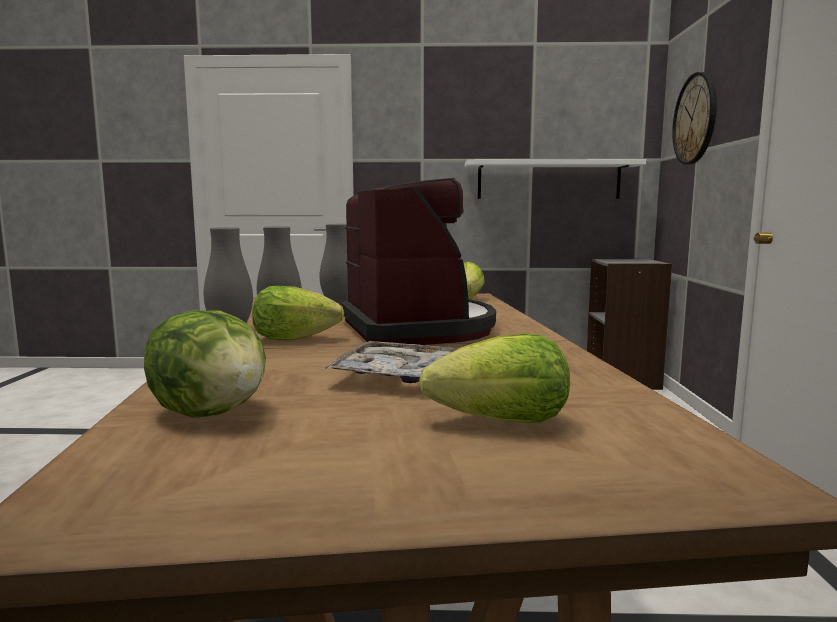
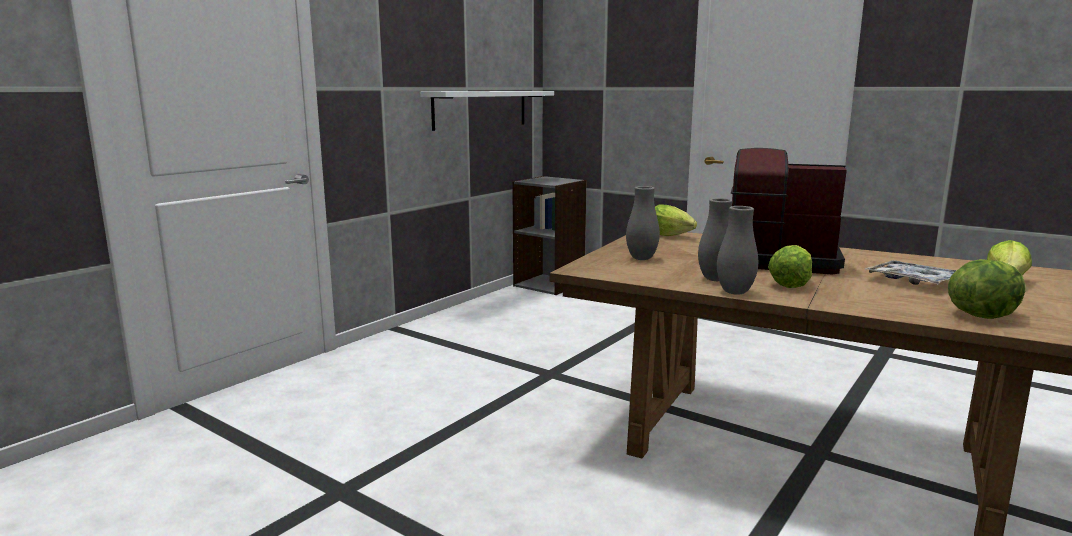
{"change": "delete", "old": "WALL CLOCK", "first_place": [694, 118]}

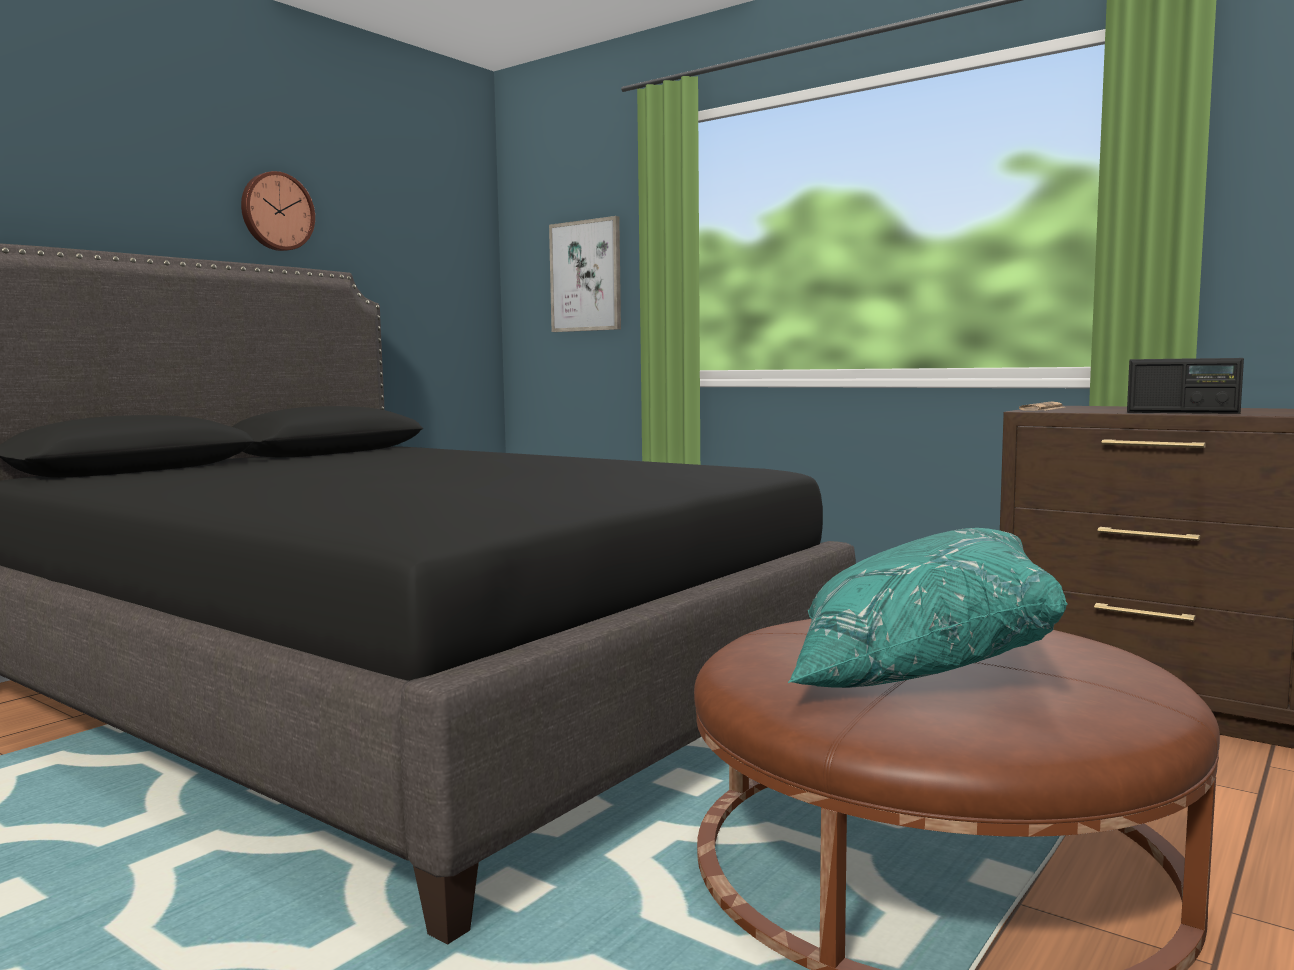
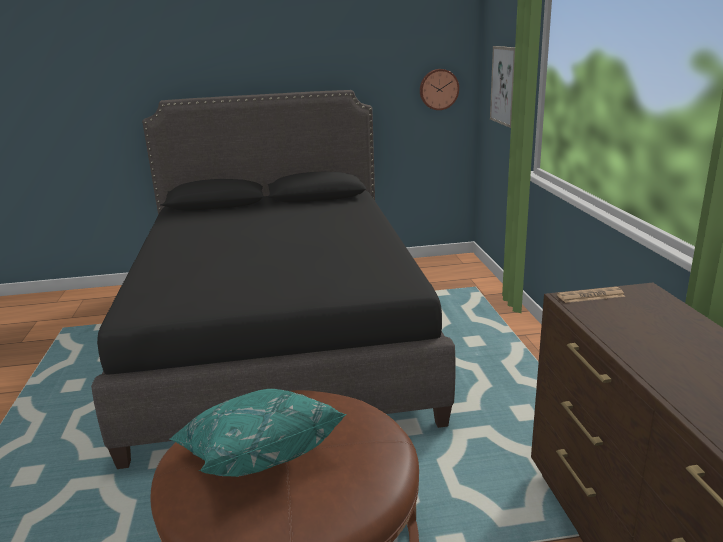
{"change": "move", "old": "WALL CLOCK", "first_place": [278, 211], "second_place": [439, 89]}
{"change": "delete", "old": "RADIO", "first_place": [1185, 386]}

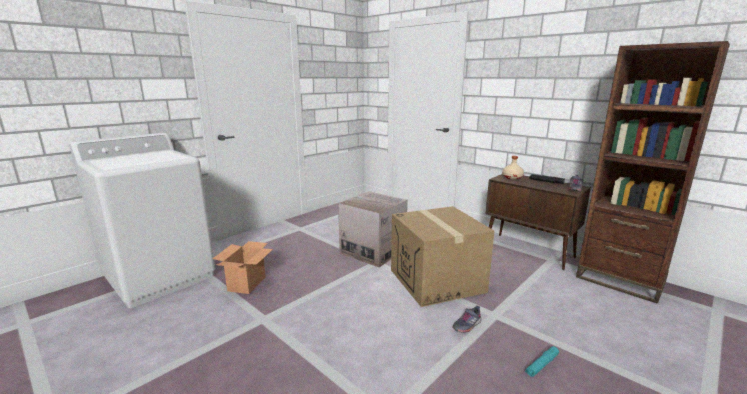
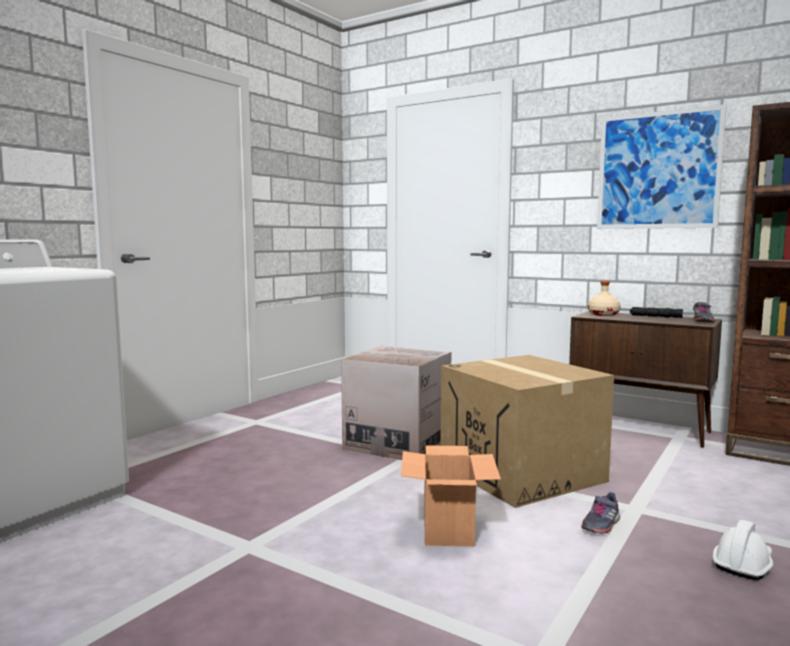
{"change": "move", "old": "CARDBOARD BOX", "first_place": [242, 267], "second_place": [451, 496]}
{"change": "replace", "old": "TURQUOISE FLASHLIGHT", "new": "WHITE HARD HAT", "first_place": [542, 361], "second_place": [743, 550]}
{"change": "insert", "new": "PICTURE", "second_place": [662, 166]}

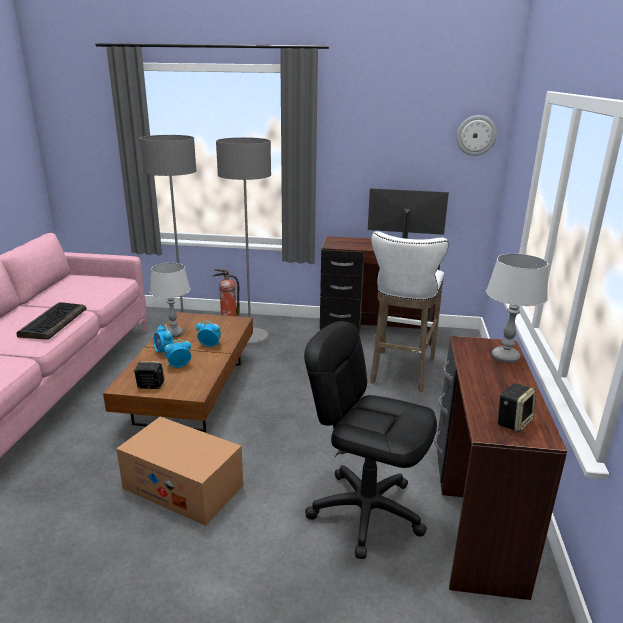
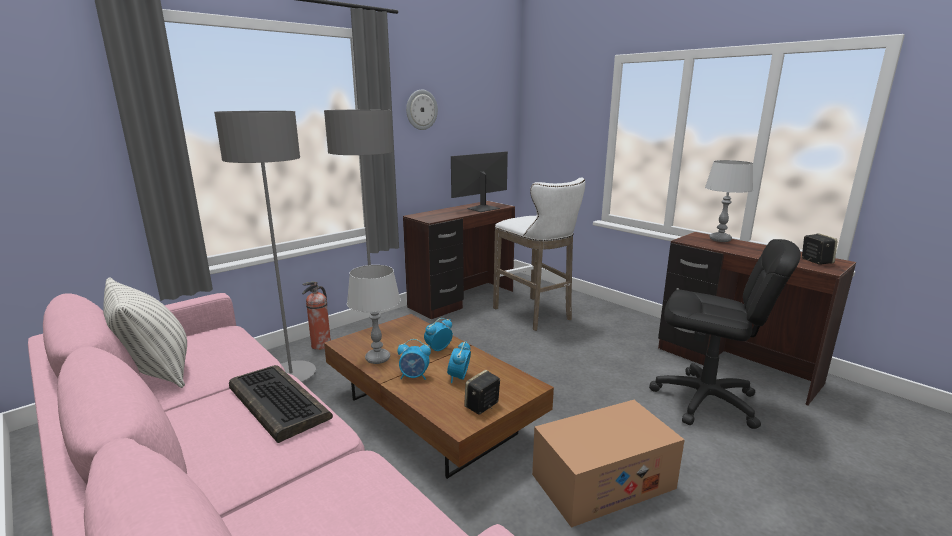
{"change": "rotate", "old": "BLACK OFFICE CHAIR", "first_place": [370, 440], "second_place": [725, 334], "degrees": -135}
{"change": "move", "old": "WALL CLOCK", "first_place": [476, 135], "second_place": [422, 110]}
{"change": "insert", "new": "PILLOW", "second_place": [145, 332]}

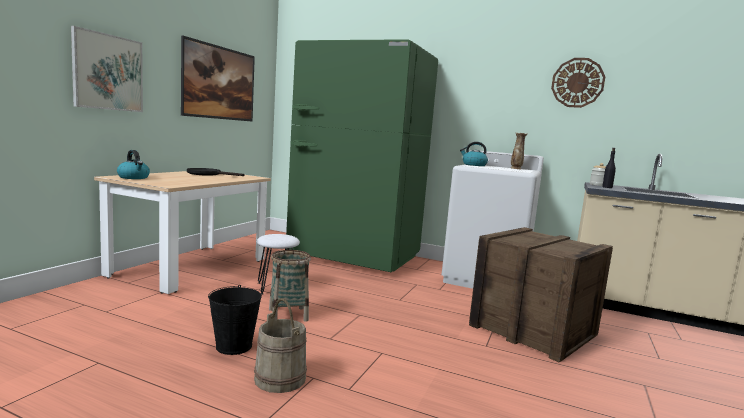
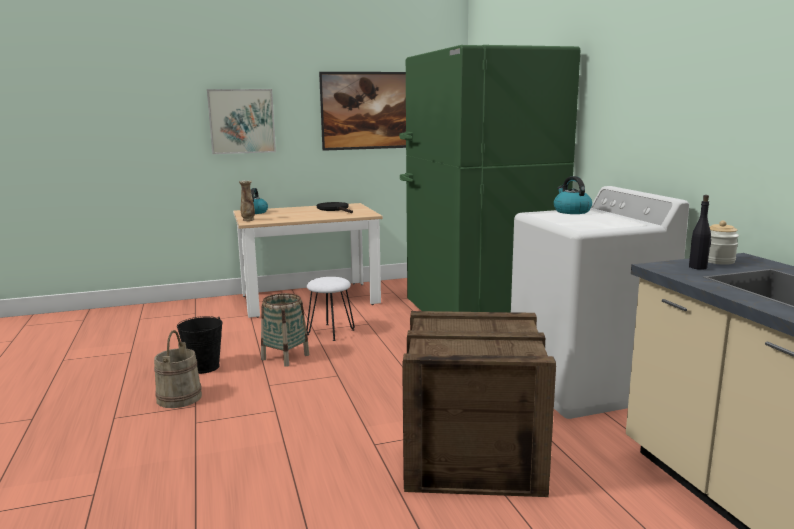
{"change": "move", "old": "VASE", "first_place": [519, 150], "second_place": [247, 200]}
{"change": "delete", "old": "WALL CLOCK", "first_place": [578, 83]}

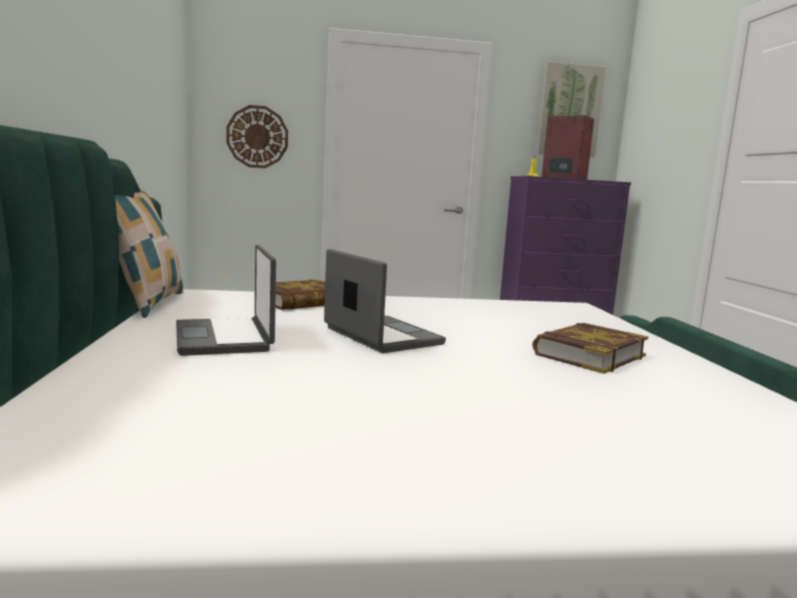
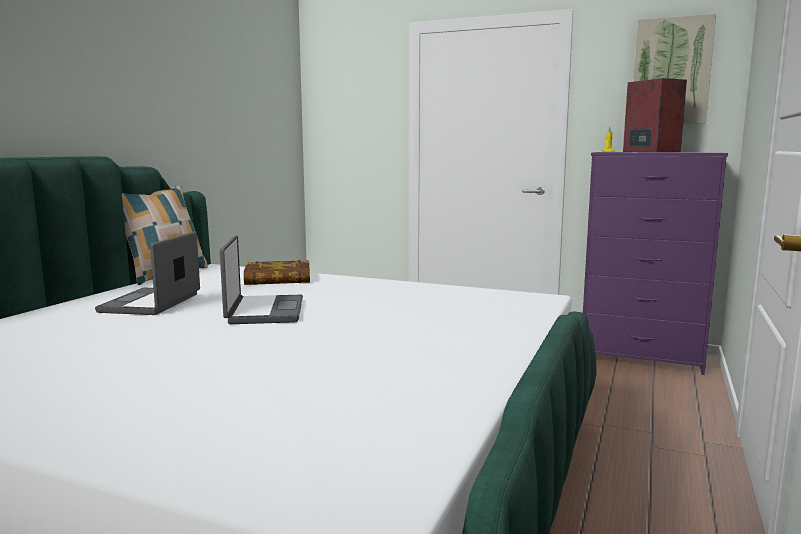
{"change": "delete", "old": "WALL CLOCK", "first_place": [257, 136]}
{"change": "delete", "old": "BOOK", "first_place": [590, 348]}

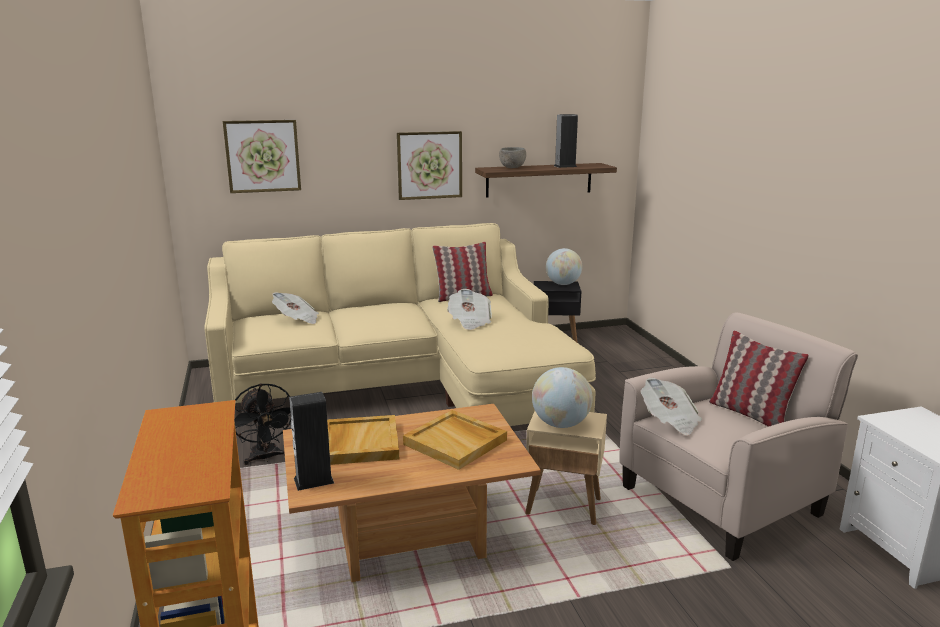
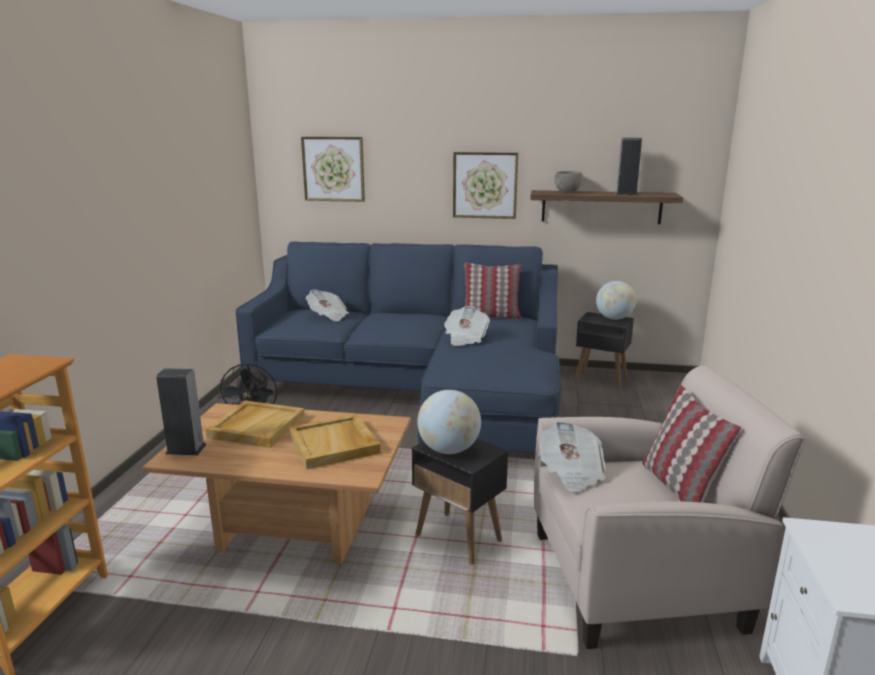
{"change": "recolor", "old": "BEIGE SOFA", "new": "BLUE SOFA", "first_place": [400, 324], "second_place": [398, 347]}
{"change": "recolor", "old": "BEIGE SIDE TABLE", "new": "BLACK SIDE TABLE", "first_place": [566, 468], "second_place": [460, 502]}

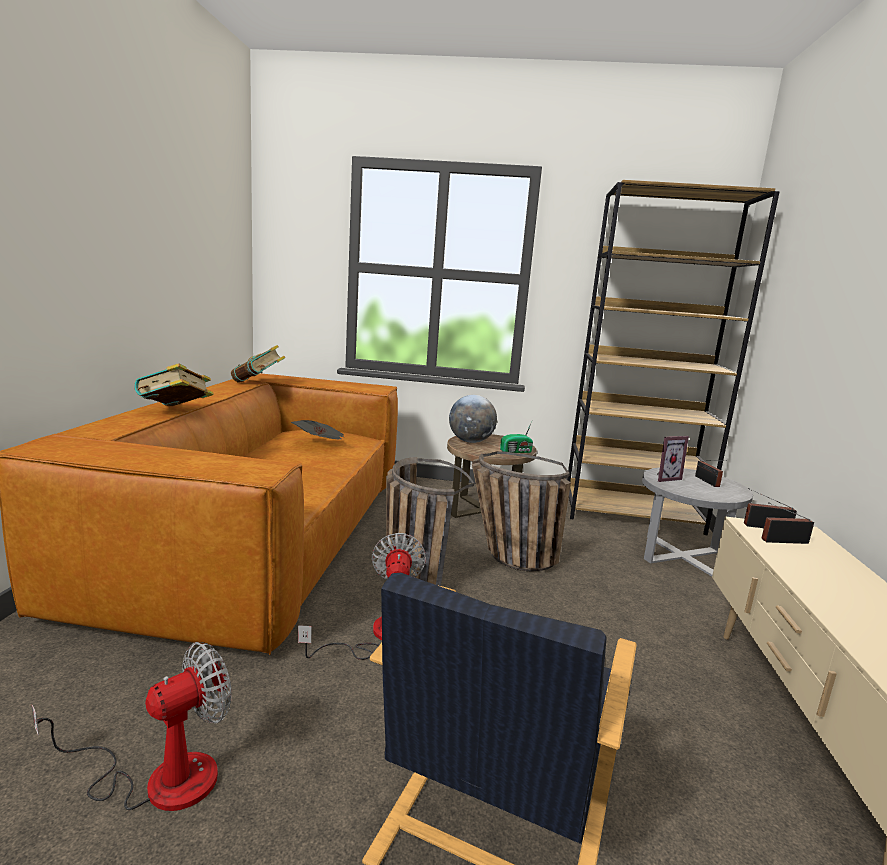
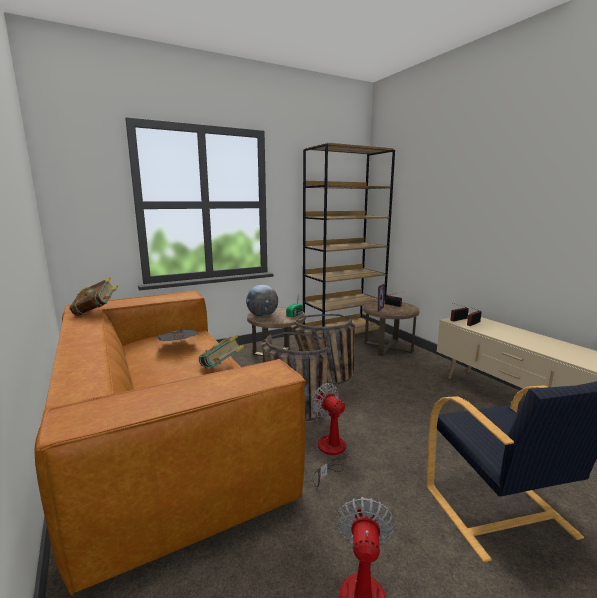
{"change": "move", "old": "BOOK", "first_place": [174, 384], "second_place": [222, 351]}
{"change": "recolor", "old": "GREY SIDE TABLE", "new": "BROWN SIDE TABLE", "first_place": [697, 522], "second_place": [391, 328]}

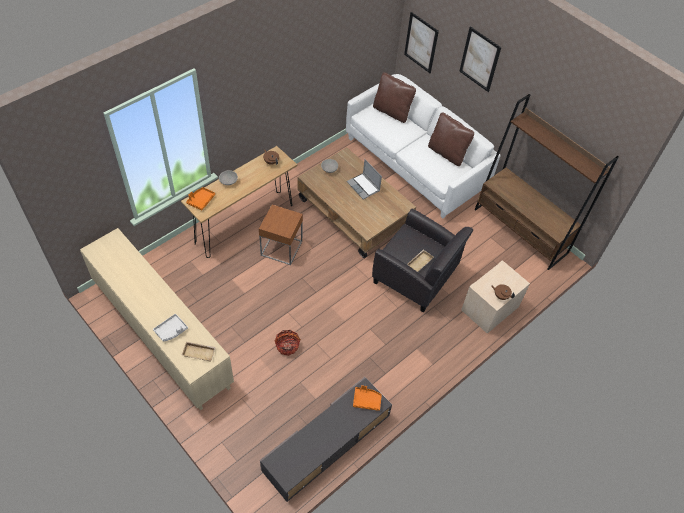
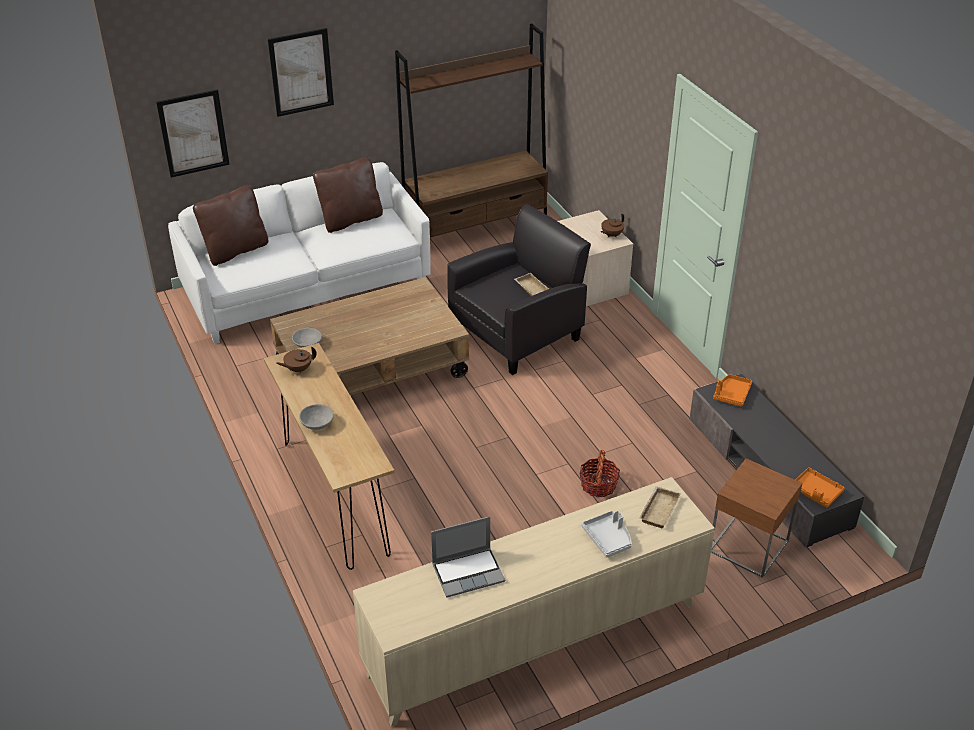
{"change": "move", "old": "ORANGE TRAY", "first_place": [200, 198], "second_place": [820, 487]}
{"change": "move", "old": "BROWN SIDE TABLE", "first_place": [281, 235], "second_place": [756, 518]}
{"change": "move", "old": "LAPTOP", "first_place": [364, 179], "second_place": [468, 557]}

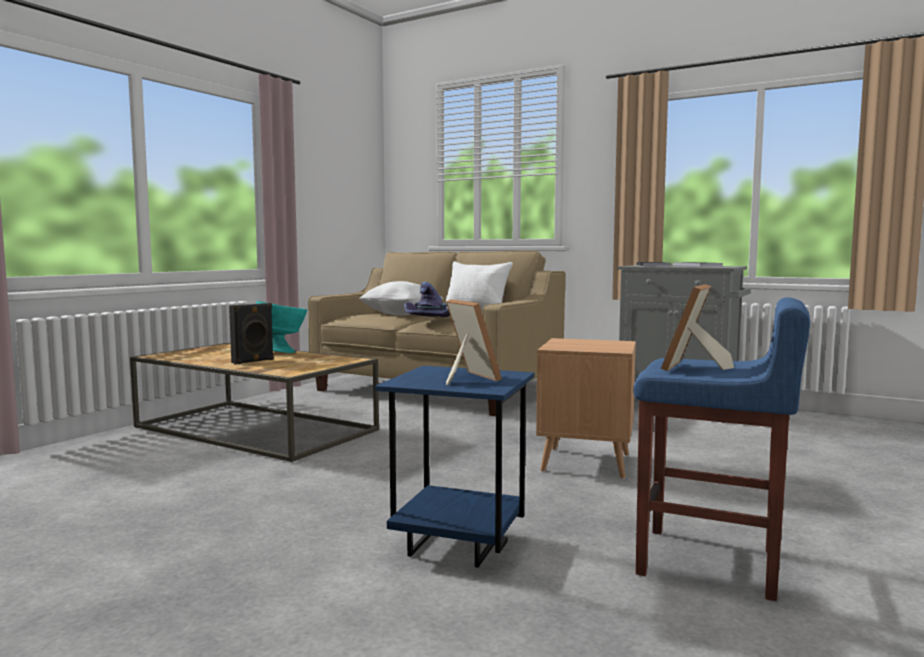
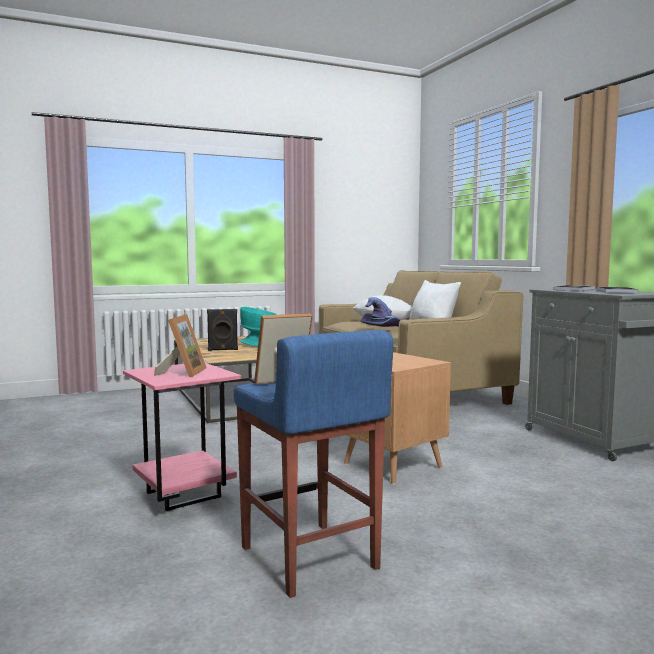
{"change": "recolor", "old": "BLUE SIDE TABLE", "new": "PINK SIDE TABLE", "first_place": [455, 467], "second_place": [182, 437]}

